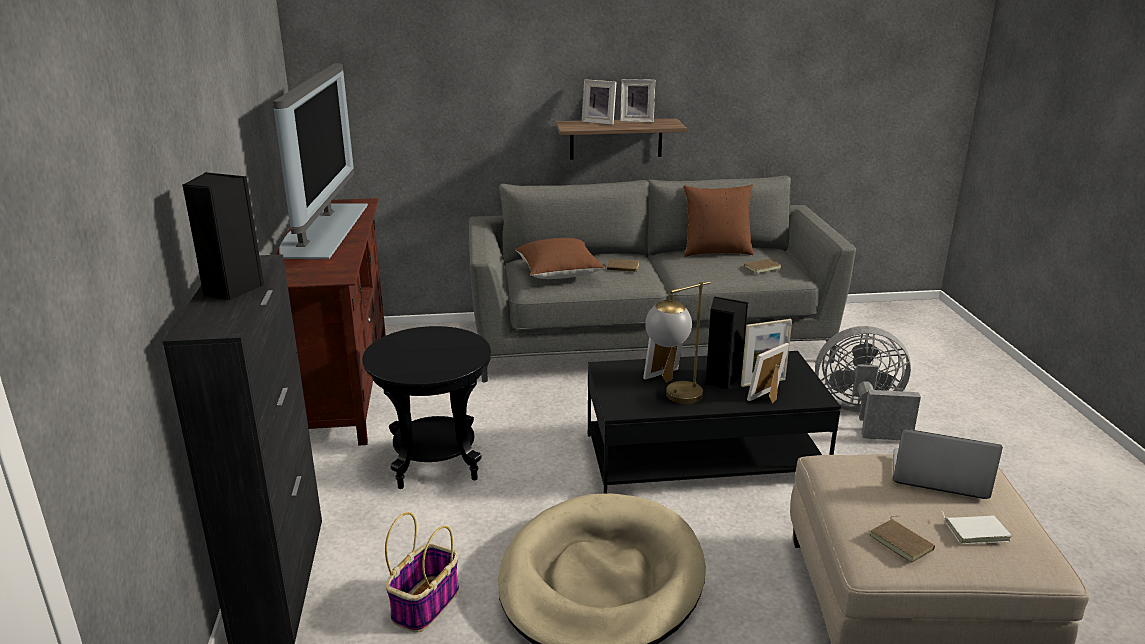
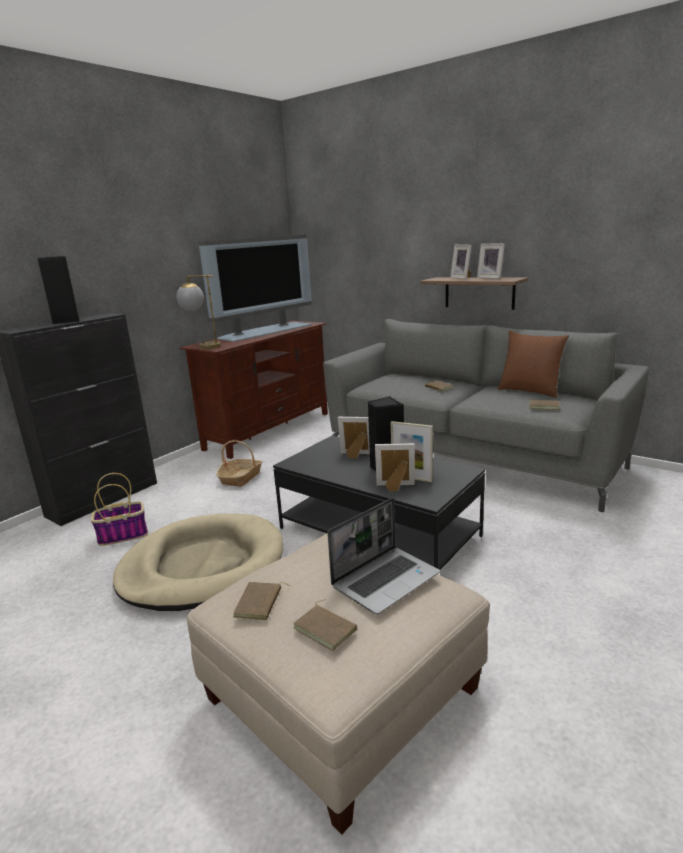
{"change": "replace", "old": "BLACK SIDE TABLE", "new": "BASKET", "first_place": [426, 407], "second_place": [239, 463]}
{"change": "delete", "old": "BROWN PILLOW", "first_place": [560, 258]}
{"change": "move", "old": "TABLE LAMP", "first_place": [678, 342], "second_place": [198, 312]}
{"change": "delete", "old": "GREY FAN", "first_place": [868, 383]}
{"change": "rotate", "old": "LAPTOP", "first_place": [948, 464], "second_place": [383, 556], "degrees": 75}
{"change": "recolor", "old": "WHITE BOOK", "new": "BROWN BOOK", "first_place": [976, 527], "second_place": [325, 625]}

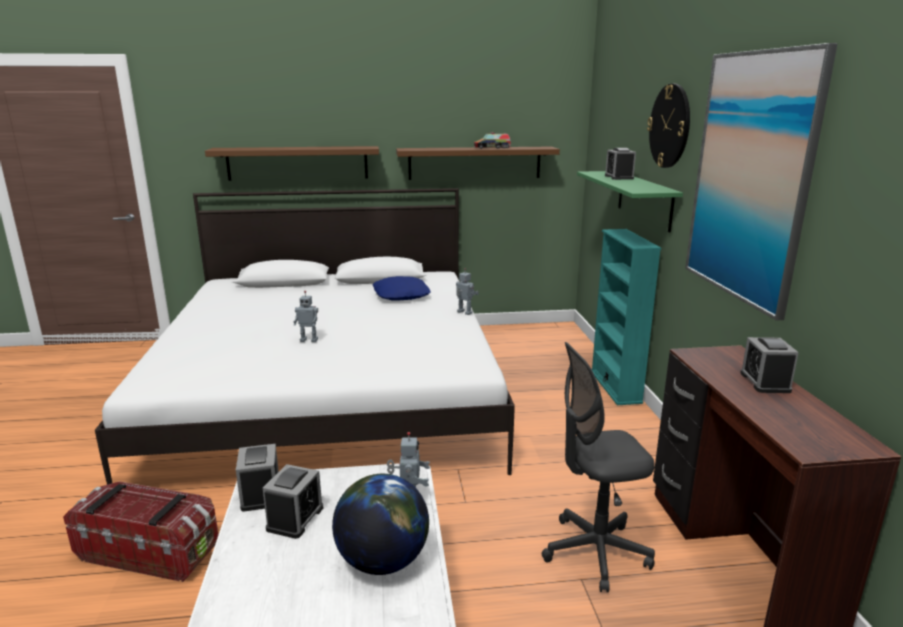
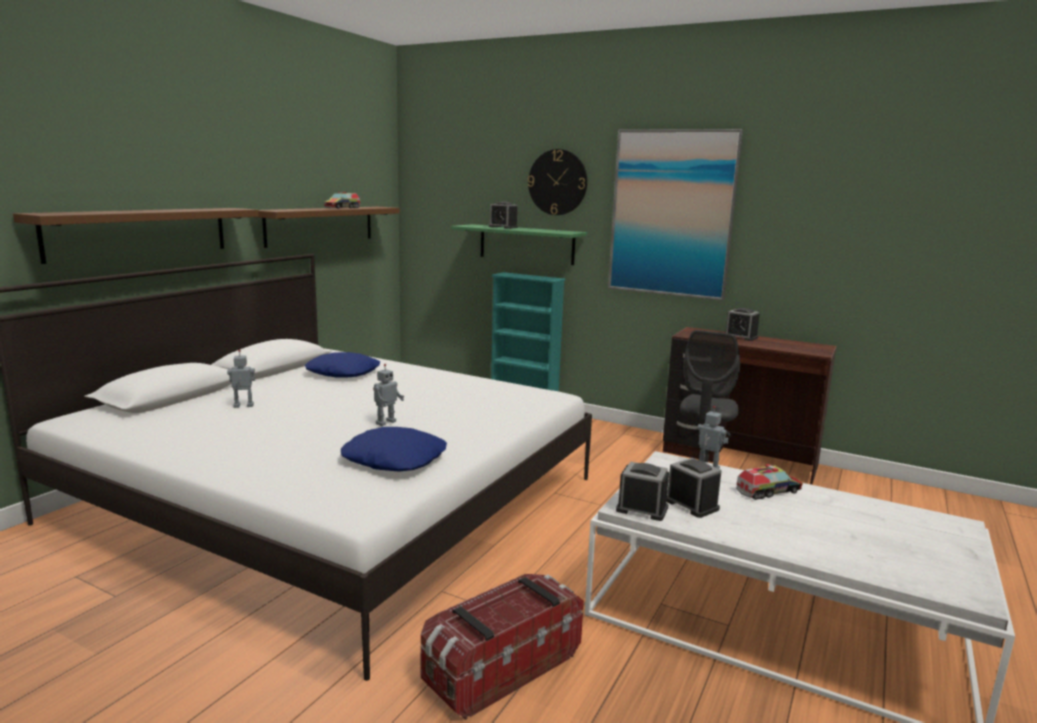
{"change": "replace", "old": "GLOBE", "new": "TOY TRUCK", "first_place": [380, 524], "second_place": [769, 482]}
{"change": "move", "old": "TOY ROBOT", "first_place": [467, 291], "second_place": [241, 379]}
{"change": "insert", "new": "BLUE PILLOW", "second_place": [394, 449]}

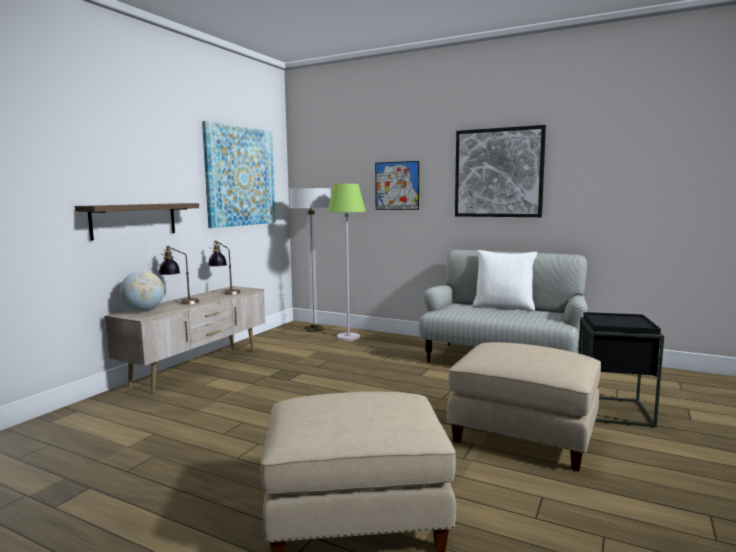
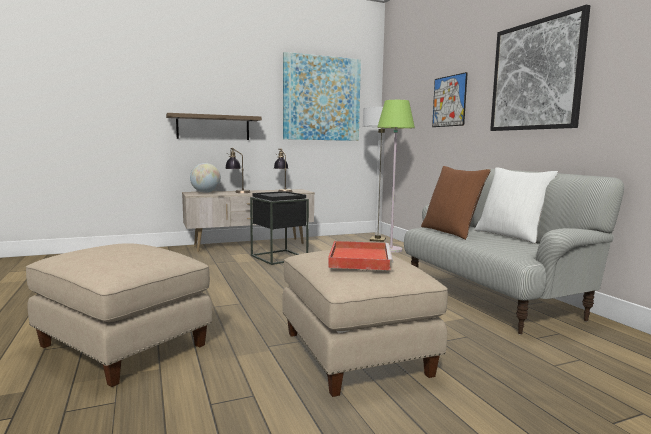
{"change": "move", "old": "BLACK SIDE TABLE", "first_place": [621, 369], "second_place": [279, 228]}
{"change": "insert", "new": "RED TRAY", "second_place": [360, 255]}
{"change": "insert", "new": "BROWN PILLOW", "second_place": [456, 203]}

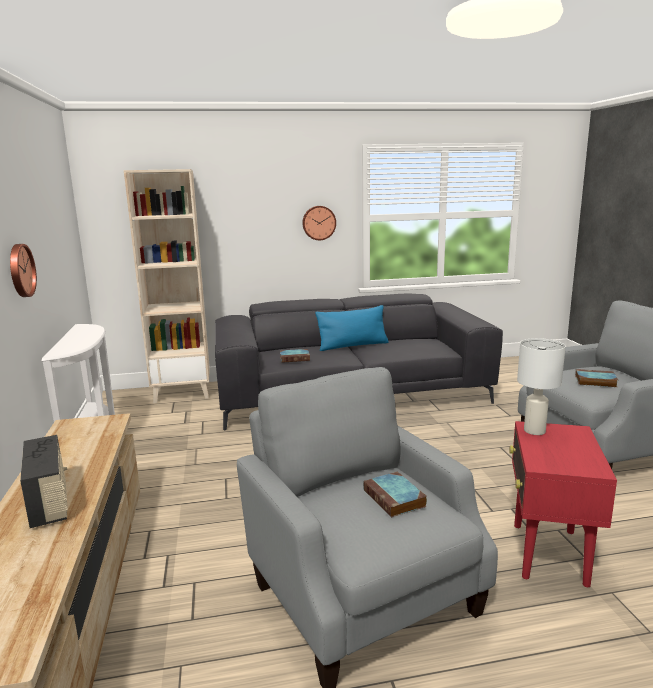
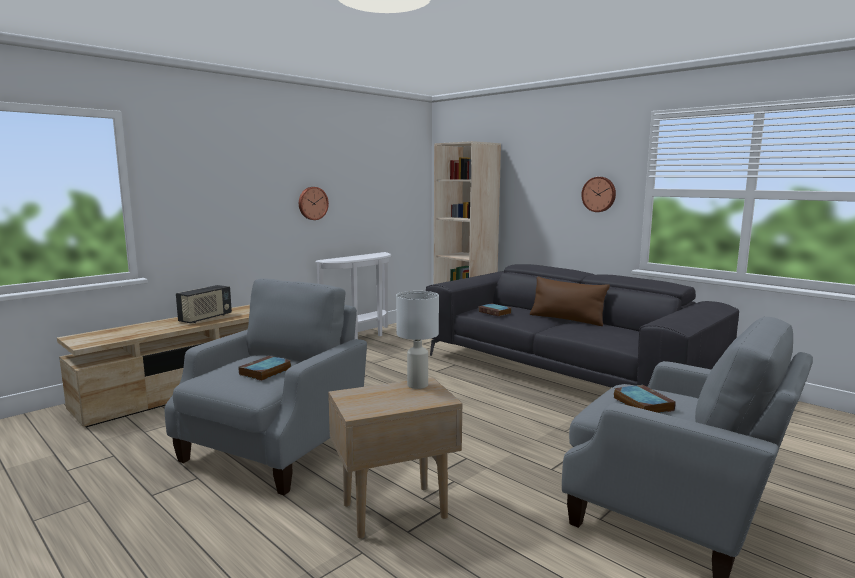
{"change": "recolor", "old": "BLUE PILLOW", "new": "BROWN PILLOW", "first_place": [352, 328], "second_place": [570, 301]}
{"change": "recolor", "old": "RED SIDE TABLE", "new": "BEIGE SIDE TABLE", "first_place": [563, 504], "second_place": [395, 458]}

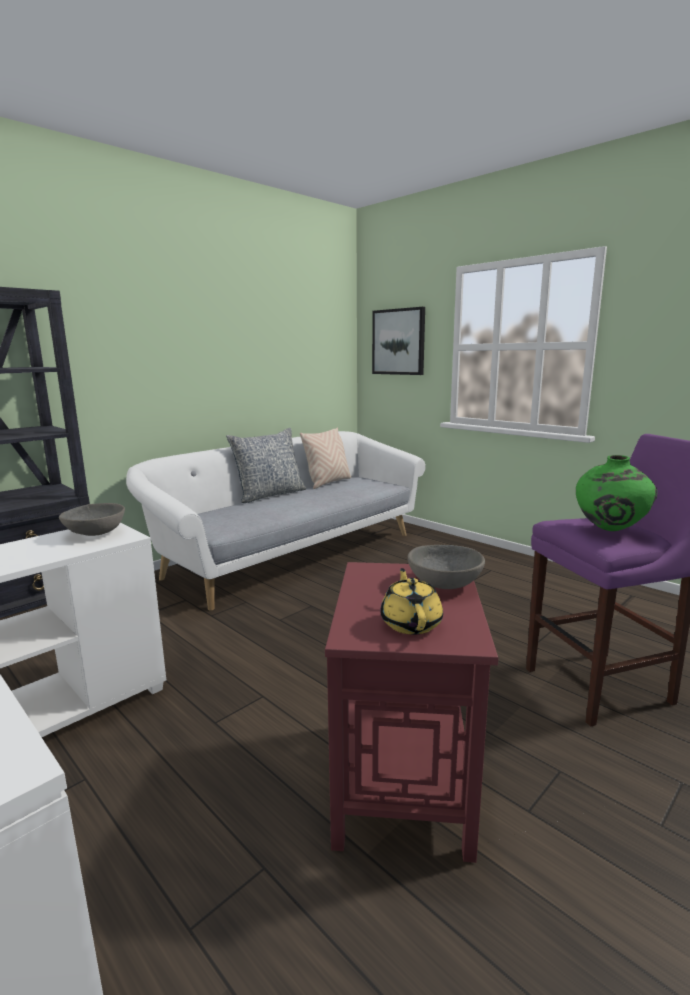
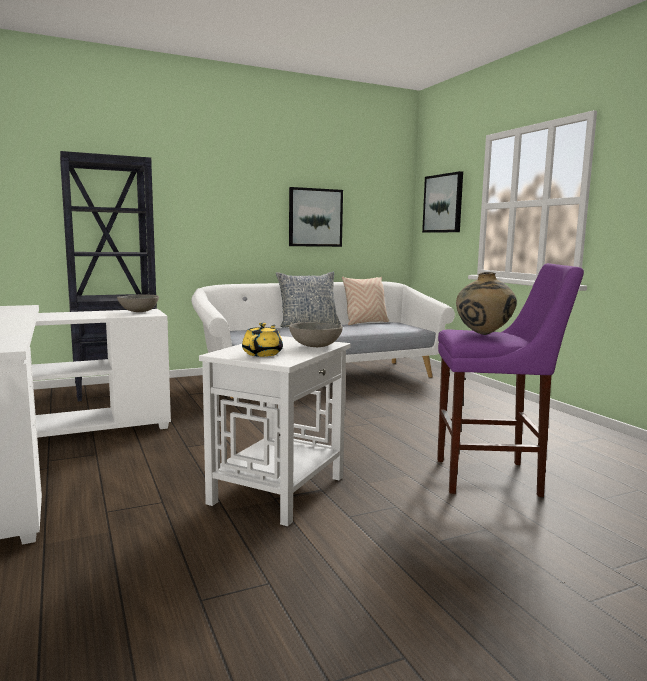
{"change": "recolor", "old": "RED SIDE TABLE", "new": "WHITE SIDE TABLE", "first_place": [411, 712], "second_place": [275, 431]}
{"change": "recolor", "old": "GREEN VASE", "new": "BEIGE VASE", "first_place": [616, 493], "second_place": [486, 303]}
{"change": "insert", "new": "PICTURE", "second_place": [316, 217]}

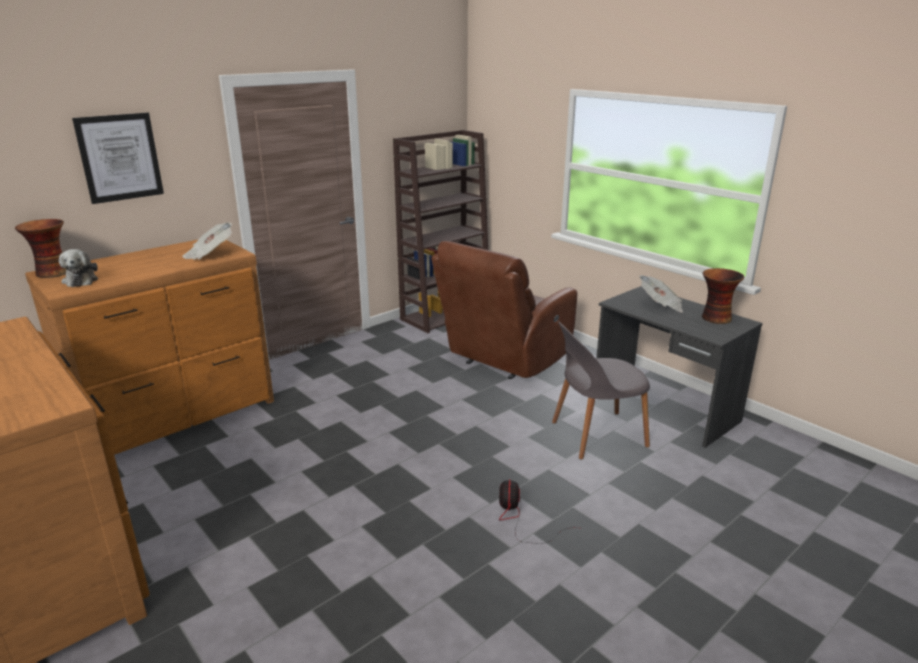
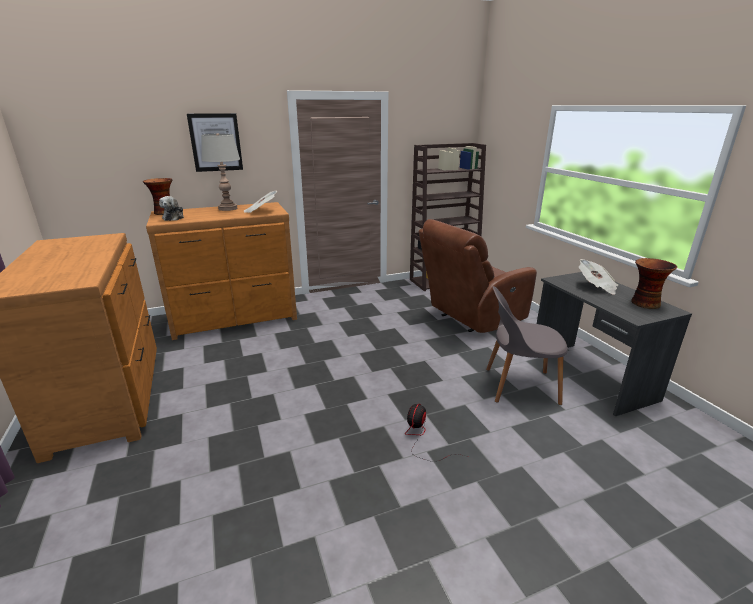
{"change": "insert", "new": "GREY TABLE LAMP", "second_place": [220, 172]}

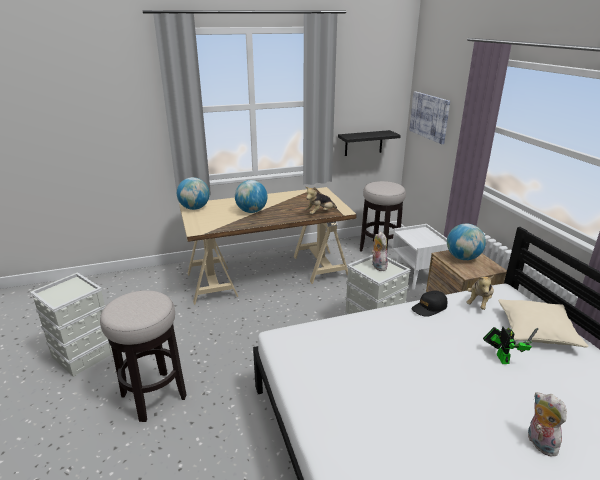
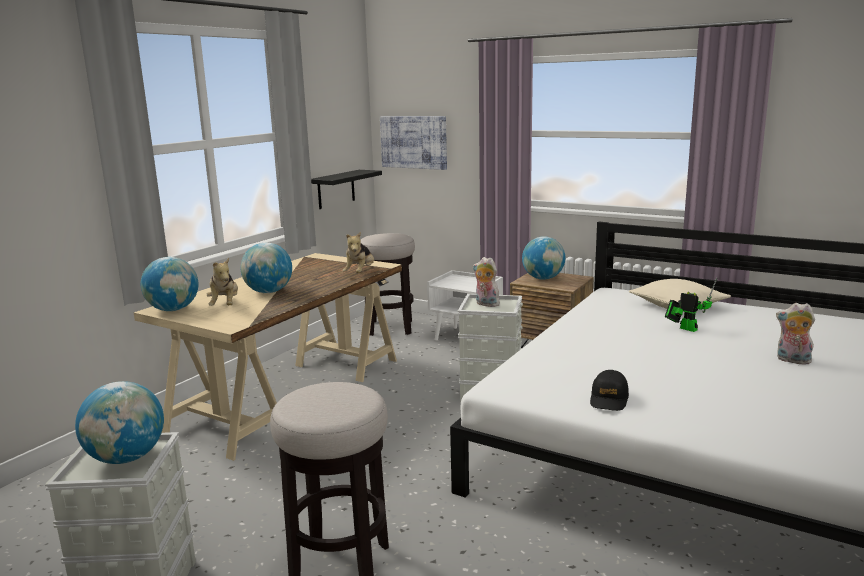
{"change": "move", "old": "BLACK CAP", "first_place": [429, 304], "second_place": [609, 390]}
{"change": "move", "old": "PLUSH TOY", "first_place": [480, 292], "second_place": [222, 282]}
{"change": "insert", "new": "GLOBE", "second_place": [119, 422]}

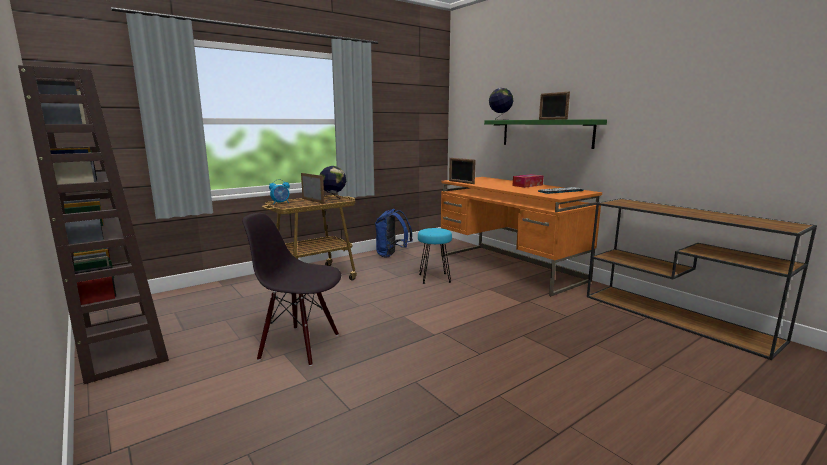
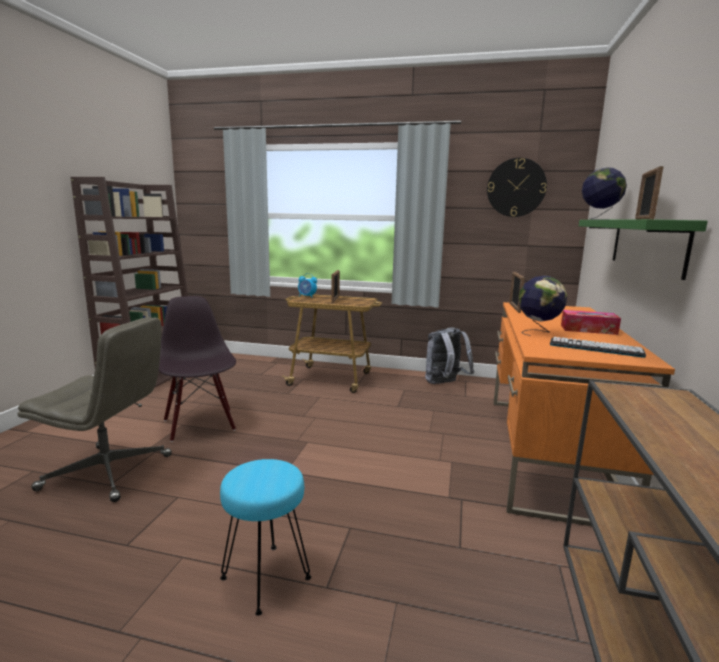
{"change": "move", "old": "GLOBE", "first_place": [333, 184], "second_place": [542, 306]}
{"change": "recolor", "old": "BLUE BACKPACK", "new": "GREY BACKPACK", "first_place": [394, 233], "second_place": [449, 355]}
{"change": "move", "old": "TURQUOISE STOOL", "first_place": [435, 256], "second_place": [265, 537]}
{"change": "insert", "new": "GREY OFFICE CHAIR", "second_place": [94, 409]}
{"change": "insert", "new": "WALL CLOCK", "second_place": [517, 187]}

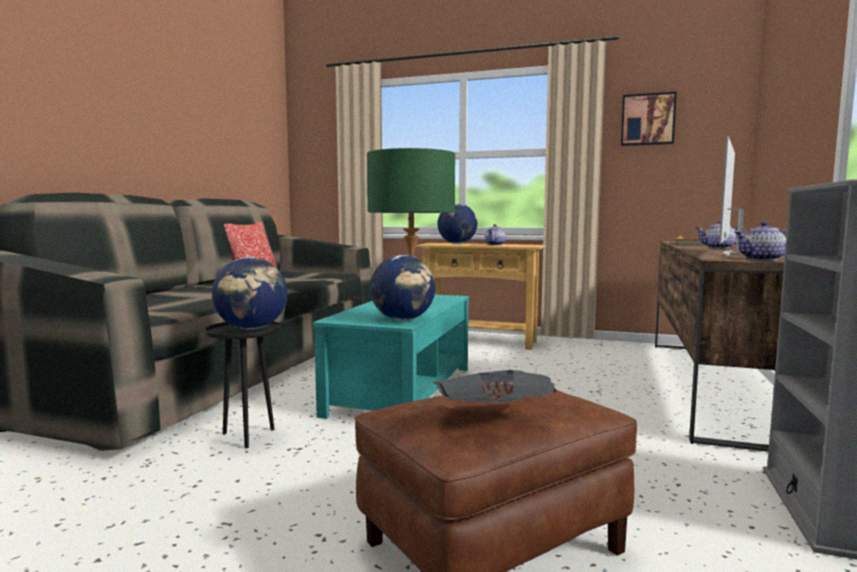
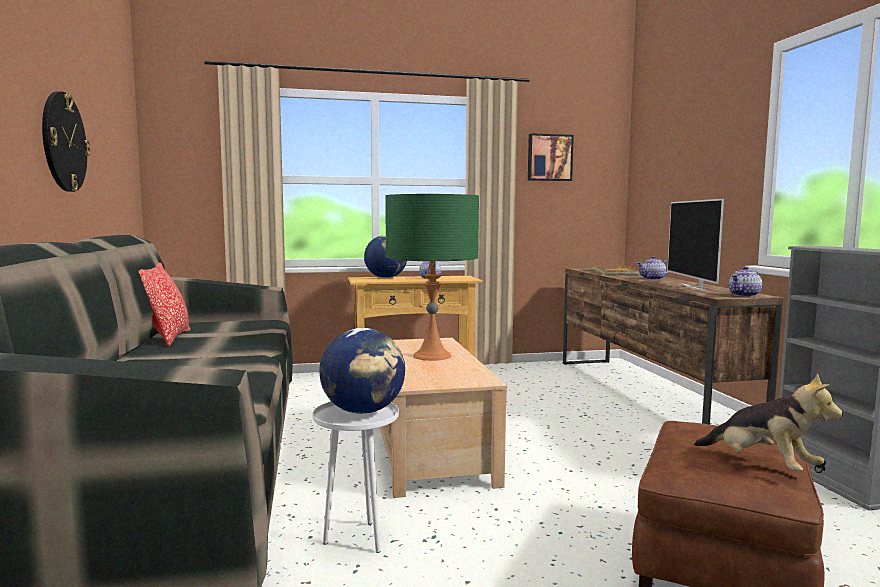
{"change": "recolor", "old": "BLACK SIDE TABLE", "new": "WHITE SIDE TABLE", "first_place": [243, 384], "second_place": [356, 477]}
{"change": "recolor", "old": "TURQUOISE COFFEE TABLE", "new": "BEIGE COFFEE TABLE", "first_place": [391, 357], "second_place": [443, 418]}
{"change": "delete", "old": "GLOBE", "first_place": [402, 288]}
{"change": "replace", "old": "NEWSPAPER", "new": "PLUSH TOY", "first_place": [494, 386], "second_place": [768, 422]}
{"change": "insert", "new": "WALL CLOCK", "second_place": [66, 141]}

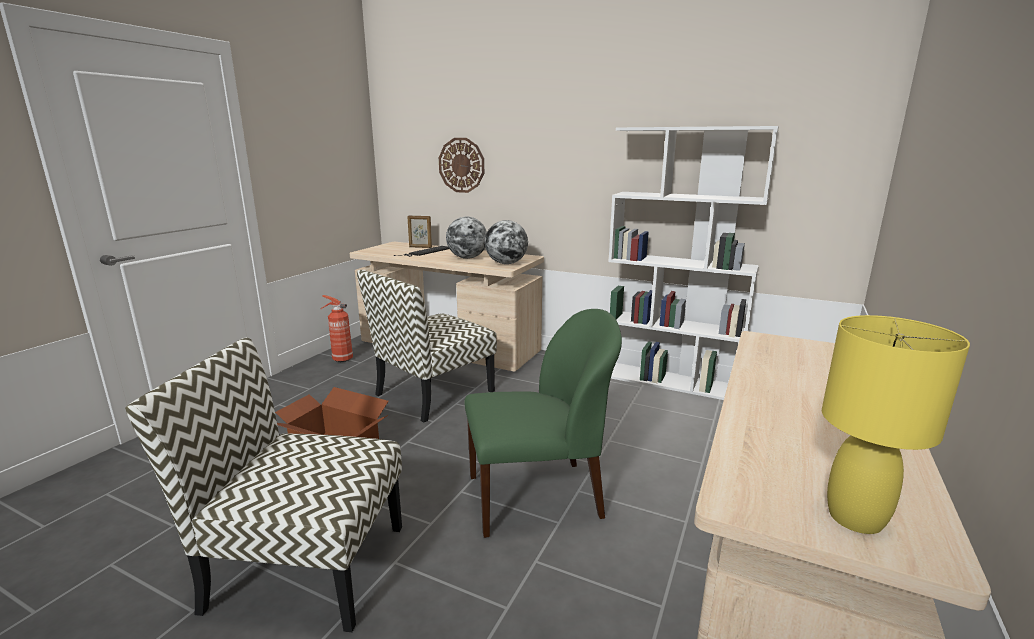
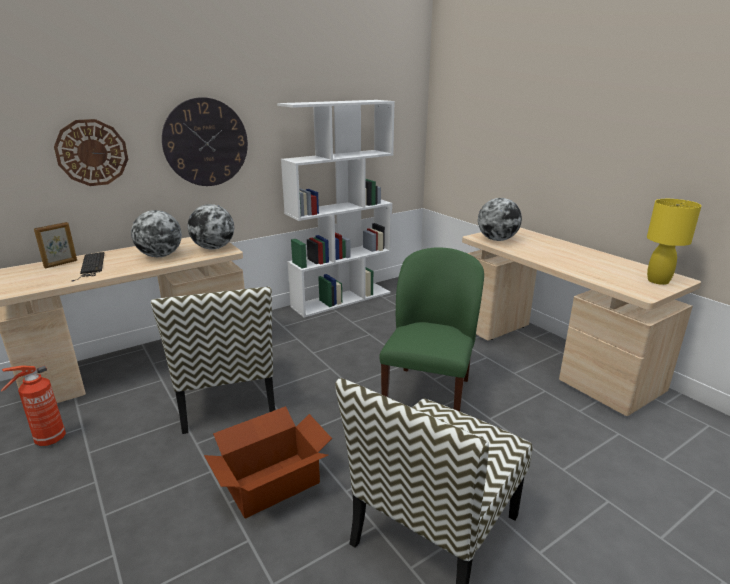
{"change": "insert", "new": "WALL CLOCK", "second_place": [205, 141]}
{"change": "insert", "new": "GLOBE", "second_place": [500, 219]}

